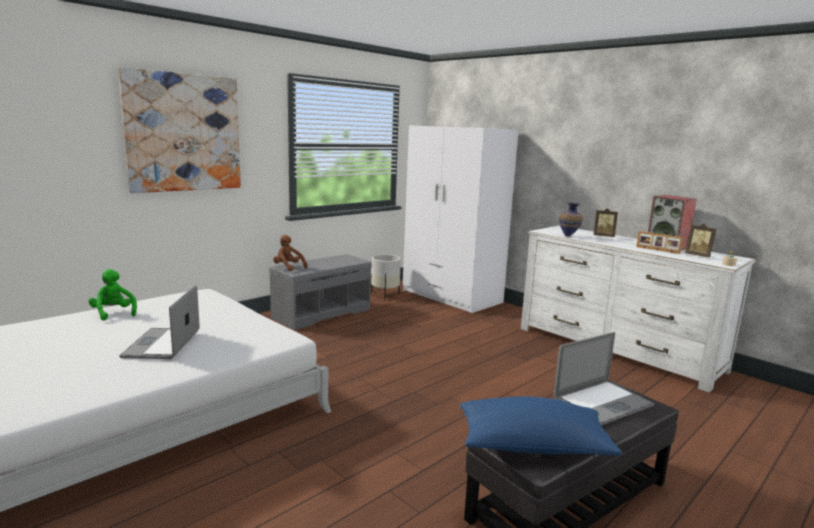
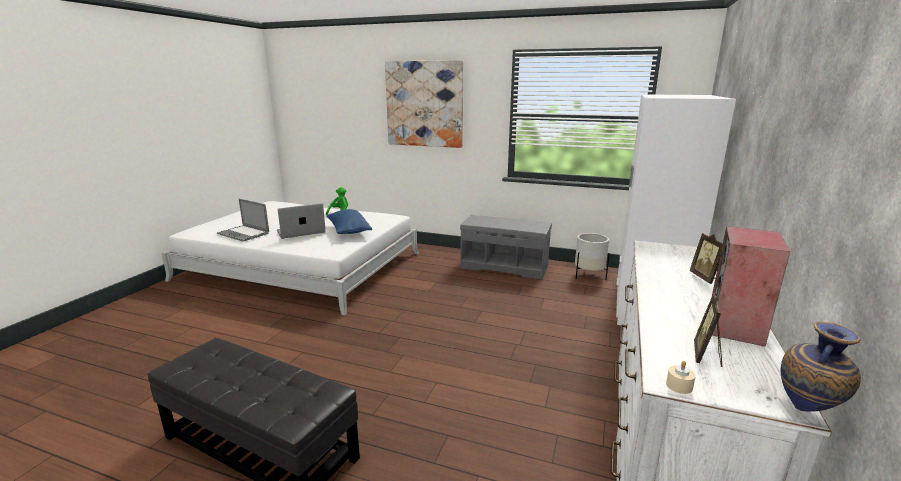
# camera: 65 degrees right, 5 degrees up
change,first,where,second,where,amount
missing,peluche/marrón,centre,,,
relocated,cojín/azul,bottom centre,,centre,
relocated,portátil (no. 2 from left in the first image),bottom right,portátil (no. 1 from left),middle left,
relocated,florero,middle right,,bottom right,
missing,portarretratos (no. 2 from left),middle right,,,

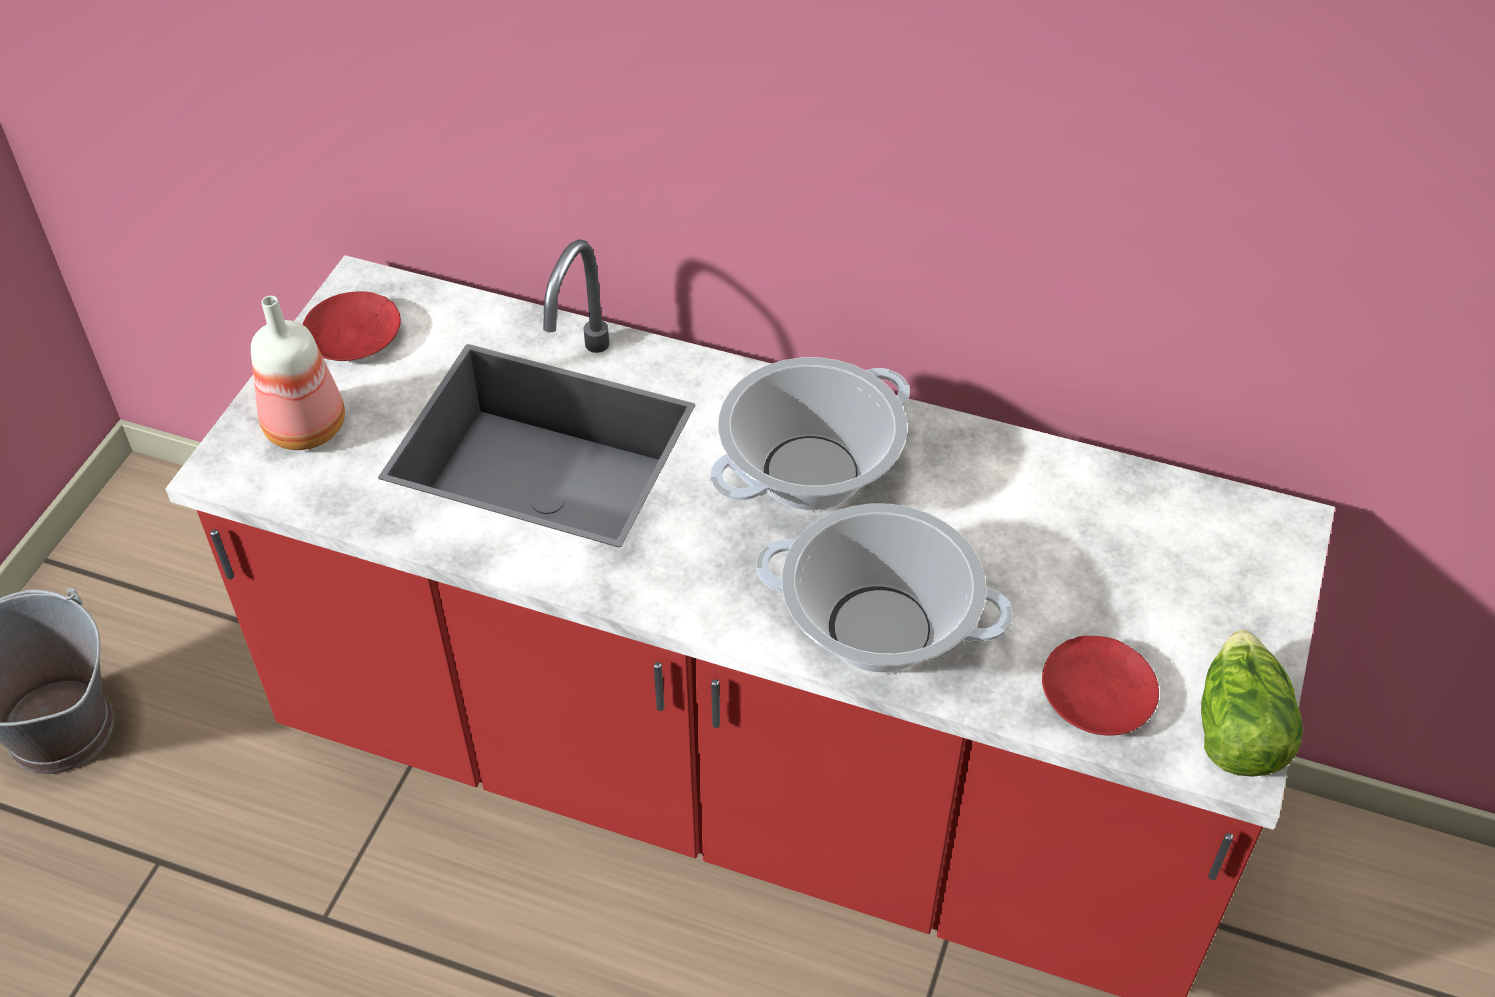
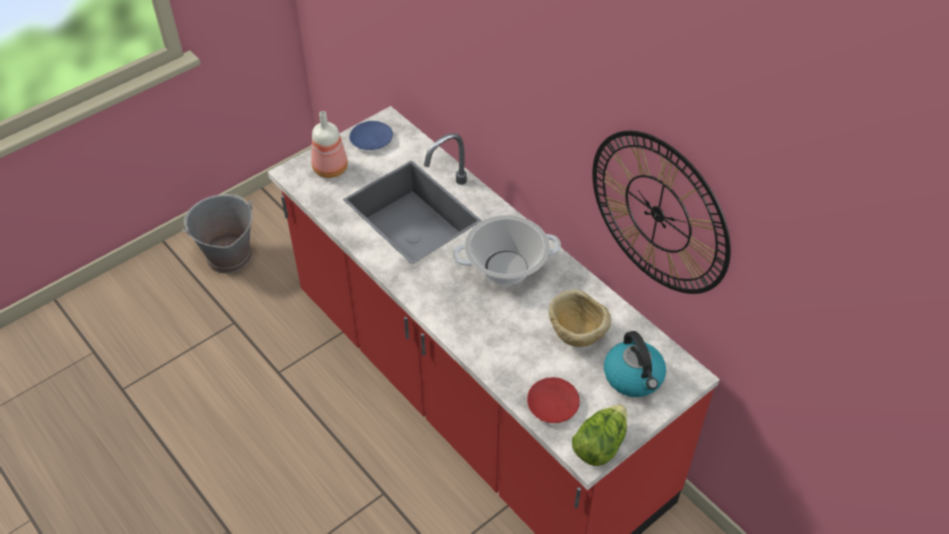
# camera: 30 degrees right, 0 degrees up
change,first,where,second,where,amount
colour,plato/rojo (no. 1 from left),top left,plato/azul,top centre,
missing,olla (no. 2 from left),centre,,,
appeared,,,cuenco/beis,centre,
appeared,,,reloj de pared,middle right,
appeared,,,hervidor,bottom right,

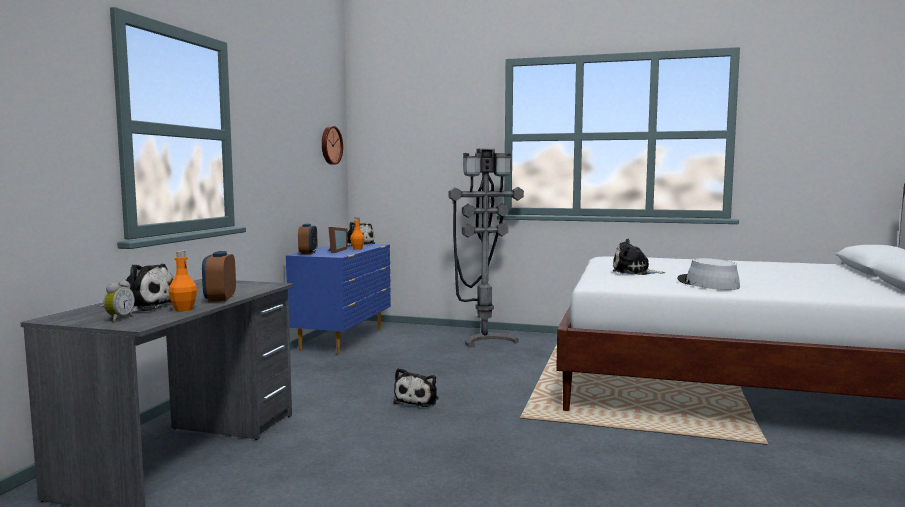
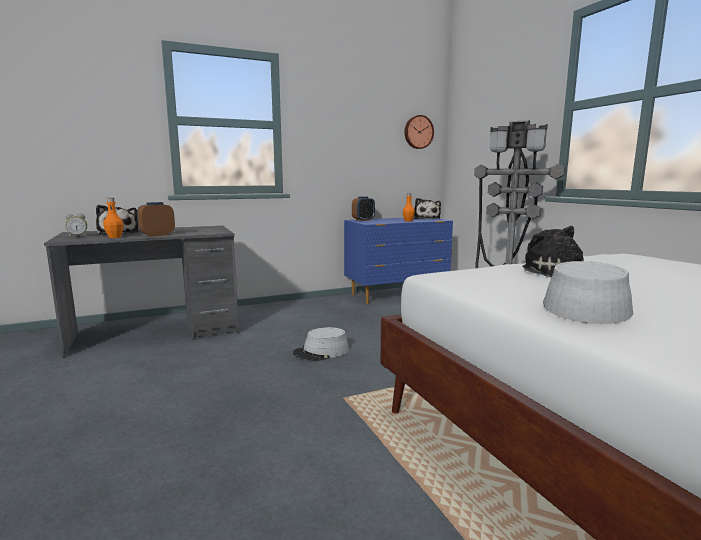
# camera: 50 degrees right, 5 degrees up
change,first,where,second,where,amount
missing,portarretratos,centre,,,
exchanged,peluche (no. 3 from left),bottom centre,sombrero/gris (no. 1 from left),centre,

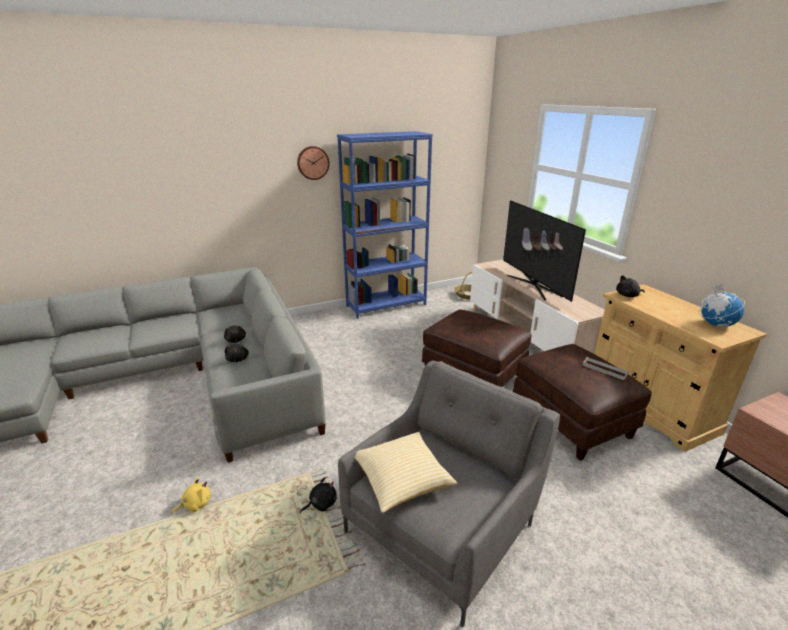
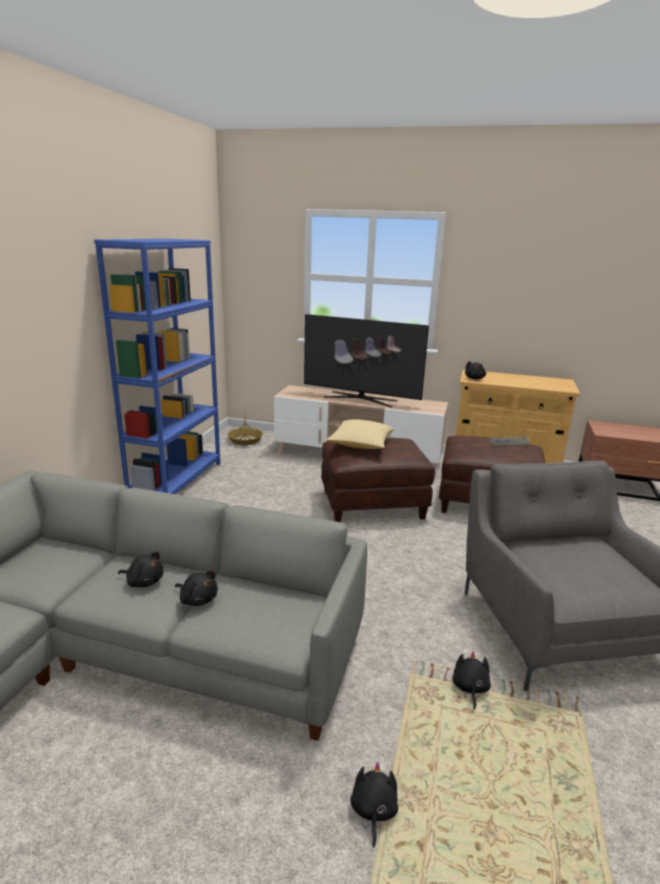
# camera: 50 degrees left, 5 degrees down
change,first,where,second,where,amount
colour,peluche/amarillo,bottom left,peluche/negro (no. 3 from left),bottom centre,
missing,reloj de pared,top centre,,,
relocated,cojín,bottom centre,,centre,
missing,globo terráqueo,middle right,,,

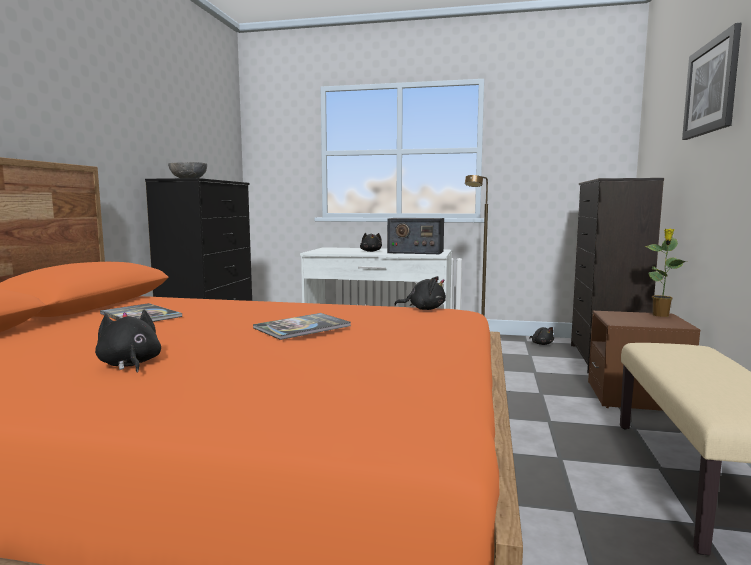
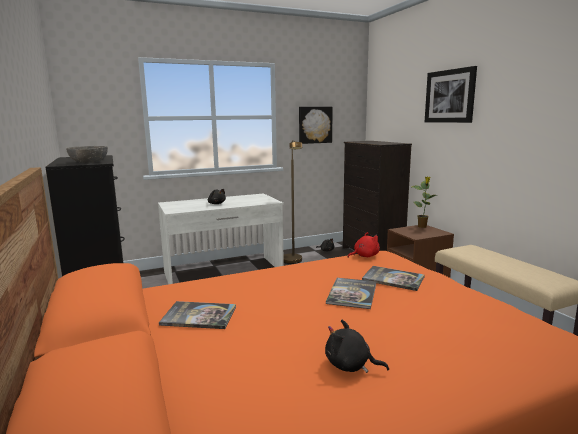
# camera: 35 degrees left, 5 degrees up
change,first,where,second,where,amount
missing,radio,centre,,,
colour,peluche/negro (no. 3 from left),centre,peluche/rojo,centre,
appeared,,,cuadro (no. 1 from left),top centre,
appeared,,,libro (no. 3 from left),middle right,

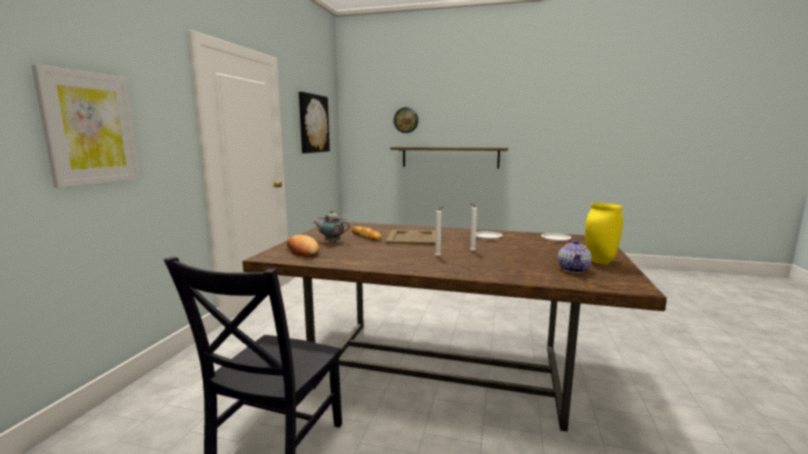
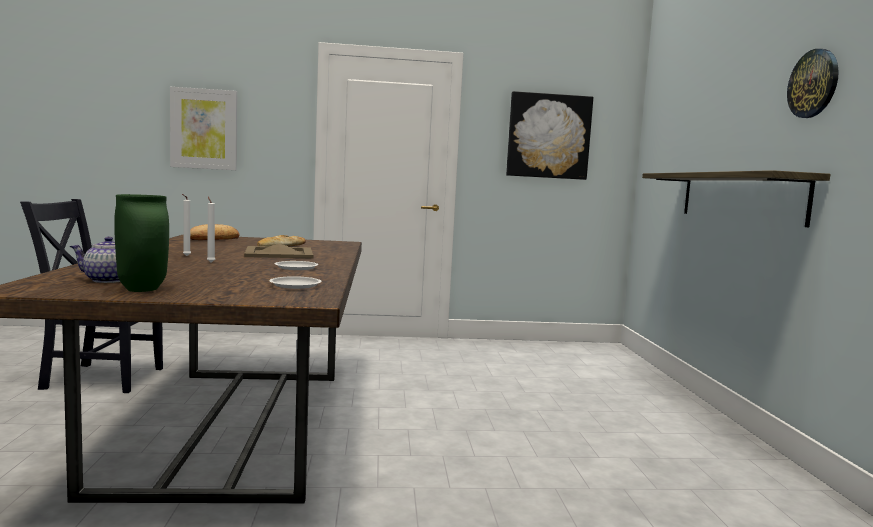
# camera: 70 degrees right, 5 degrees down
change,first,where,second,where,amount
missing,tetera (no. 1 from left),centre,,,
relocated,reloj de pared,top centre,,top right,
colour,florero/amarillo,middle right,florero/verde,middle left,

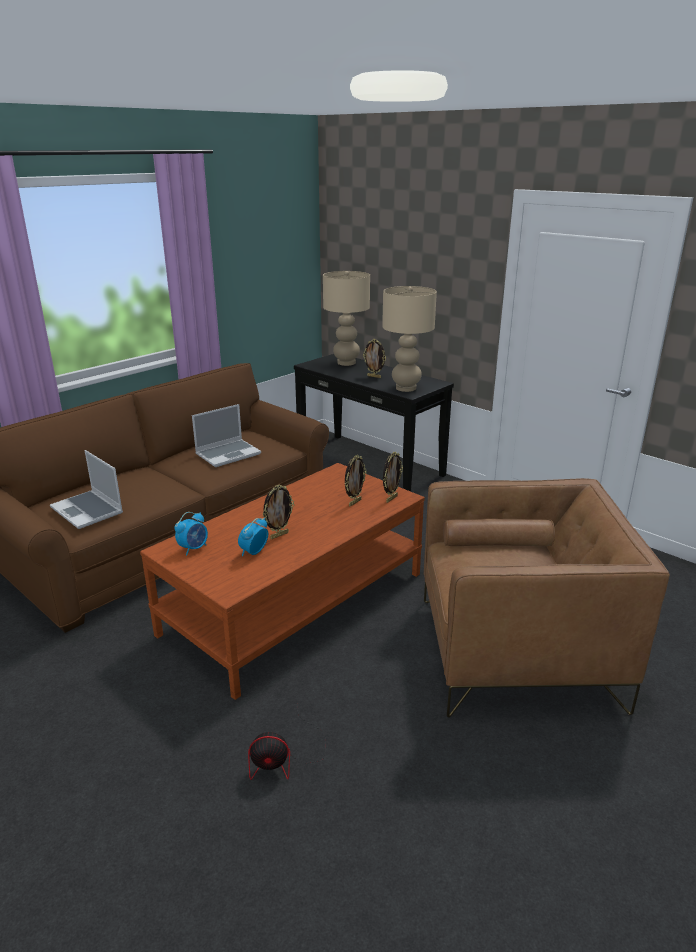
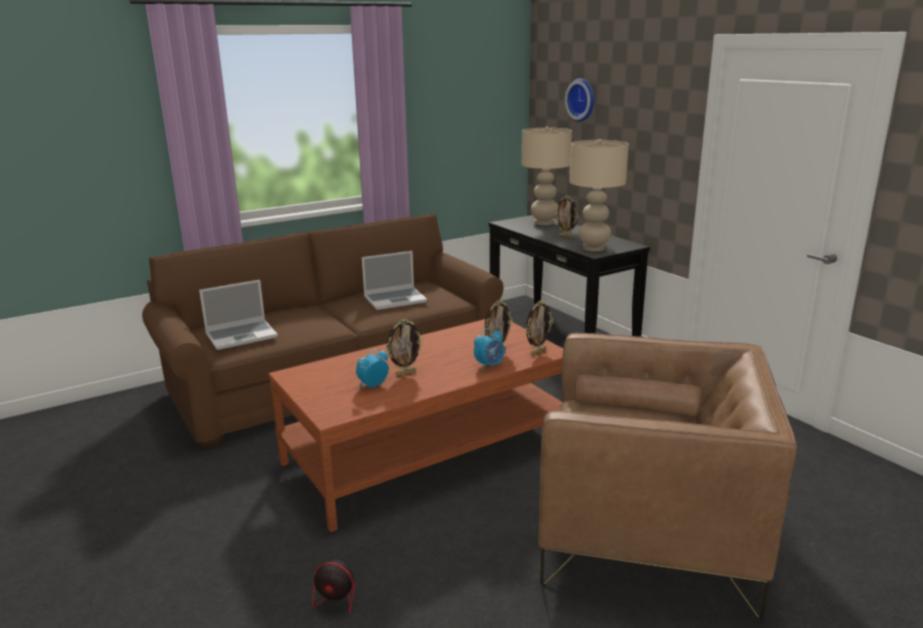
# camera: 15 degrees right, 5 degrees down
change,first,where,second,where,amount
spun,portátil (no. 1 from left),middle left,,middle left,90 degrees counterclockwise
relocated,despertador (no. 1 from left in the first image),middle left,despertador (no. 2 from left),centre,
appeared,,,reloj de pared,top centre,

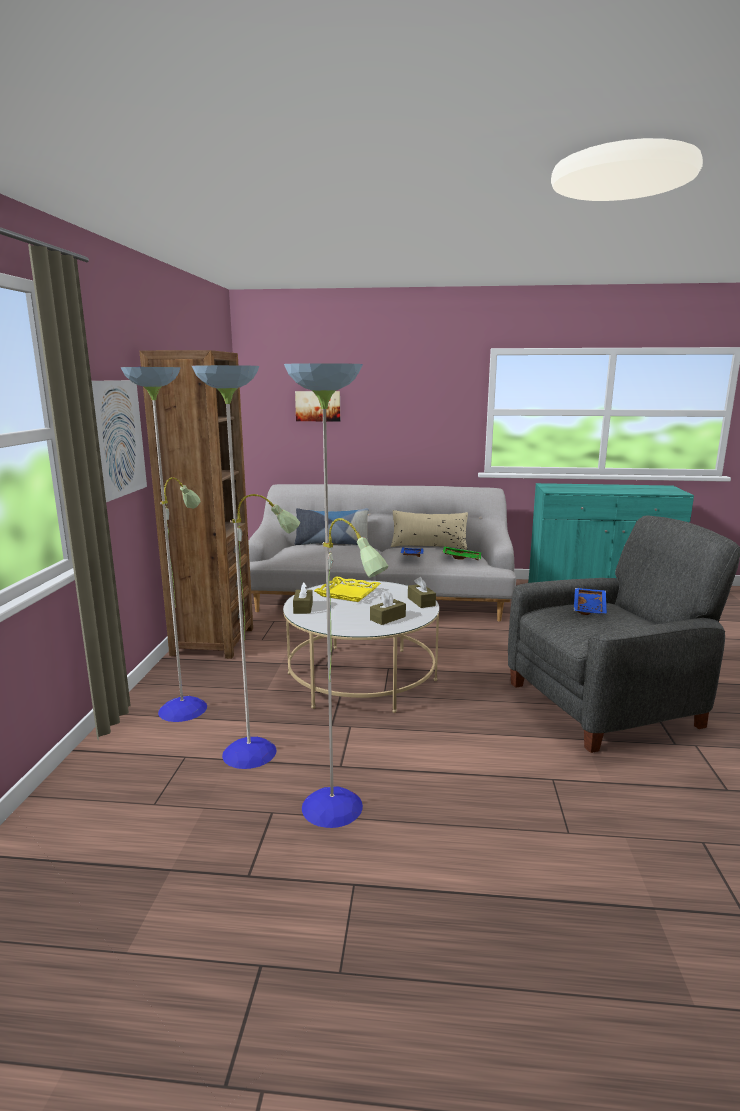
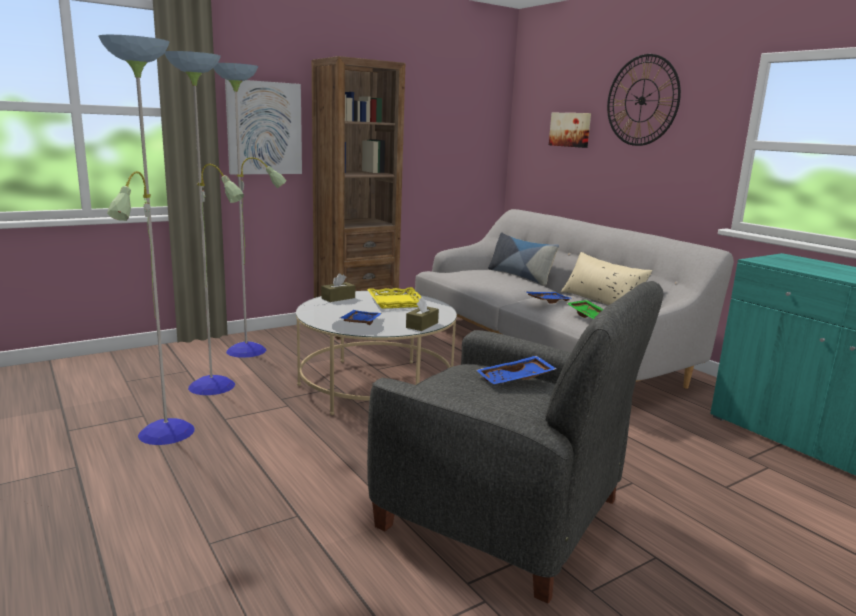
# camera: 50 degrees right, 0 degrees up
change,first,where,second,where,amount
exchanged,caja de pañuelos/marrón (no. 2 from left),centre,bandeja/azul (no. 1 from left),centre,
appeared,,,reloj de pared,top right,

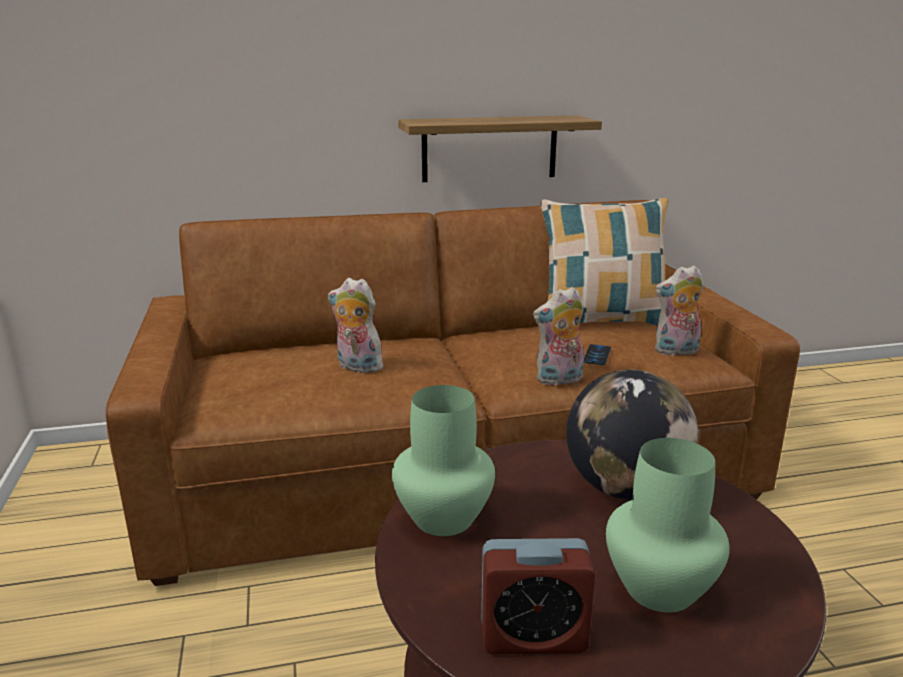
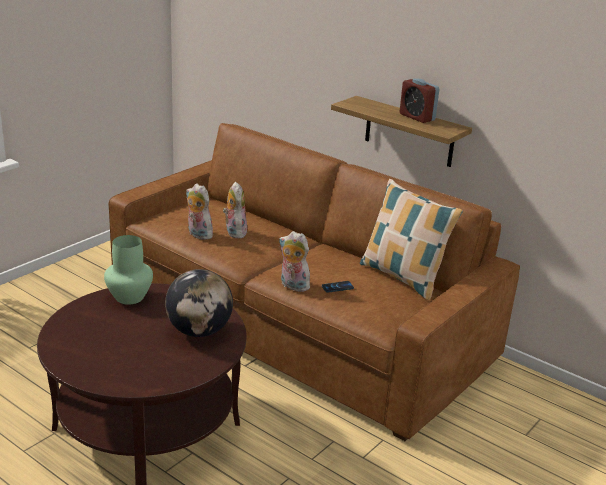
# camera: 50 degrees right, 5 degrees up
change,first,where,second,where,amount
relocated,despertador,bottom centre,,top right,
missing,florero/verde (no. 2 from left),bottom right,,,
relocated,peluche (no. 3 from left in the first image),middle right,peluche (no. 1 from left),middle left,

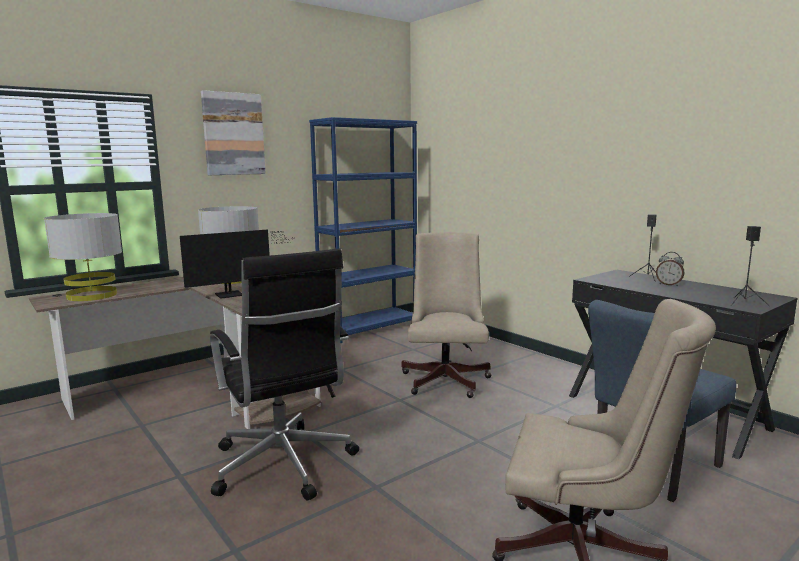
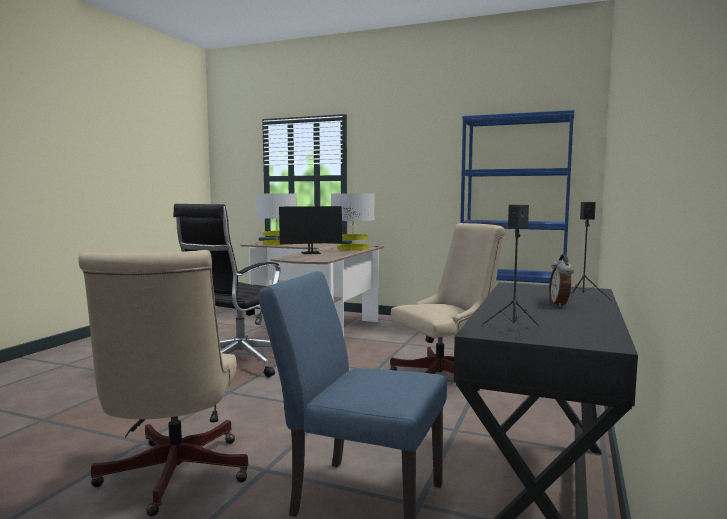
# camera: 60 degrees right, 5 degrees down
change,first,where,second,where,amount
spun,monitor,middle left,,centre,45 degrees counterclockwise
missing,cuadro,top left,,,

